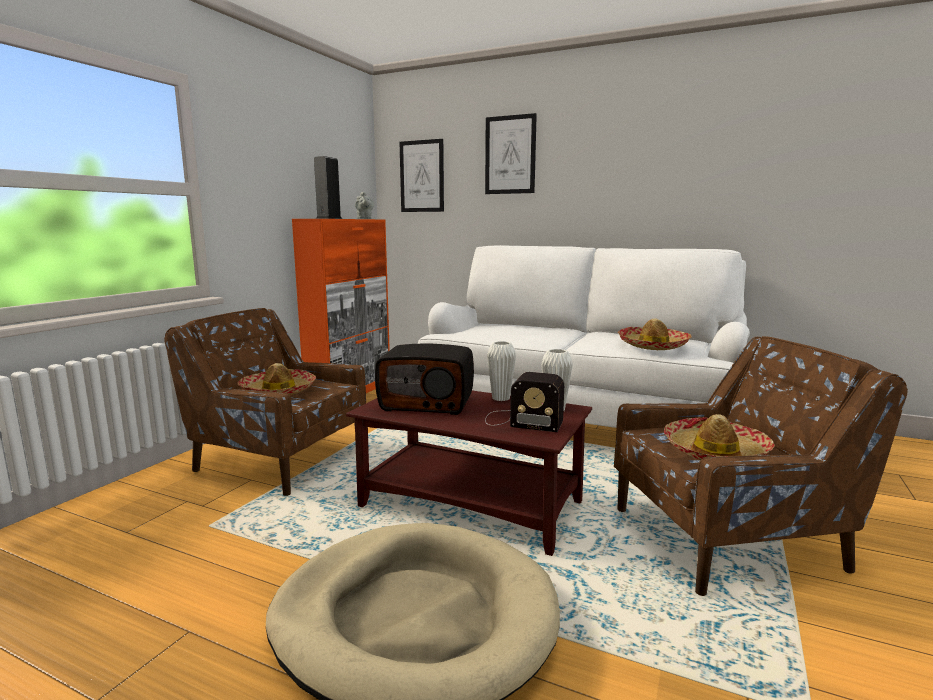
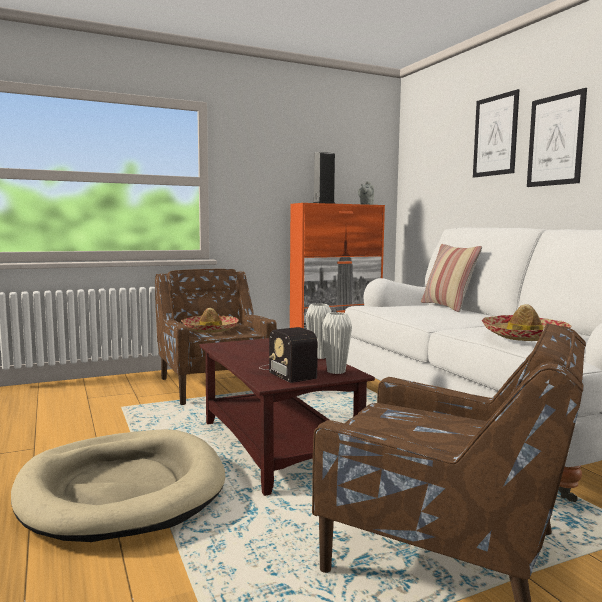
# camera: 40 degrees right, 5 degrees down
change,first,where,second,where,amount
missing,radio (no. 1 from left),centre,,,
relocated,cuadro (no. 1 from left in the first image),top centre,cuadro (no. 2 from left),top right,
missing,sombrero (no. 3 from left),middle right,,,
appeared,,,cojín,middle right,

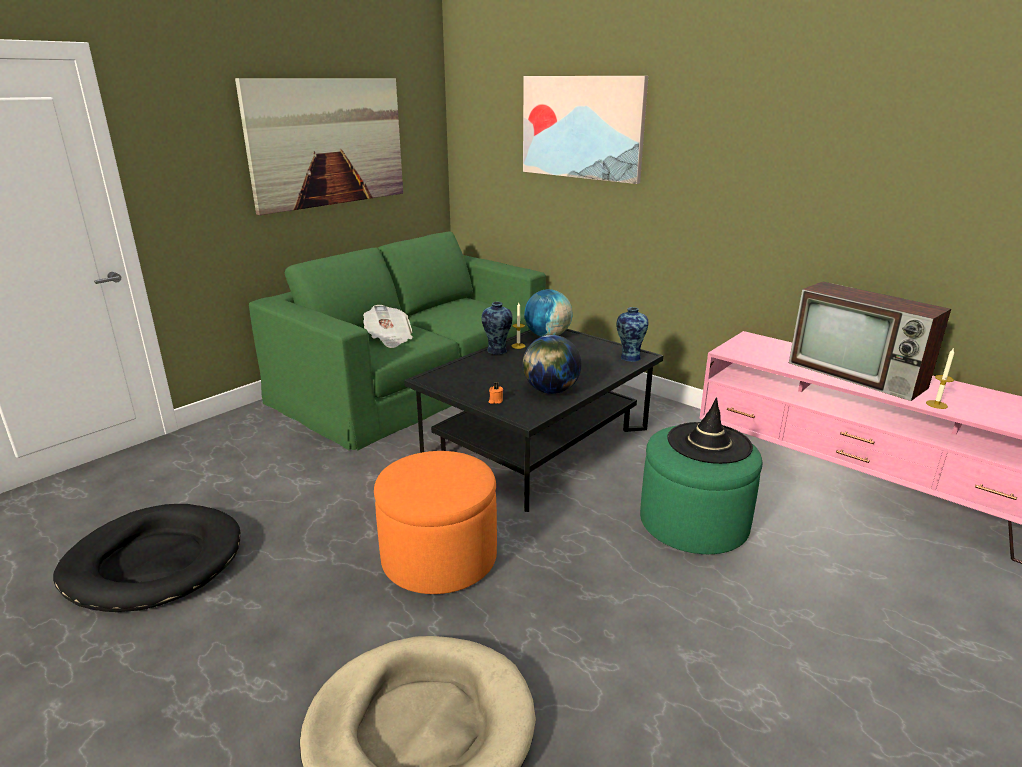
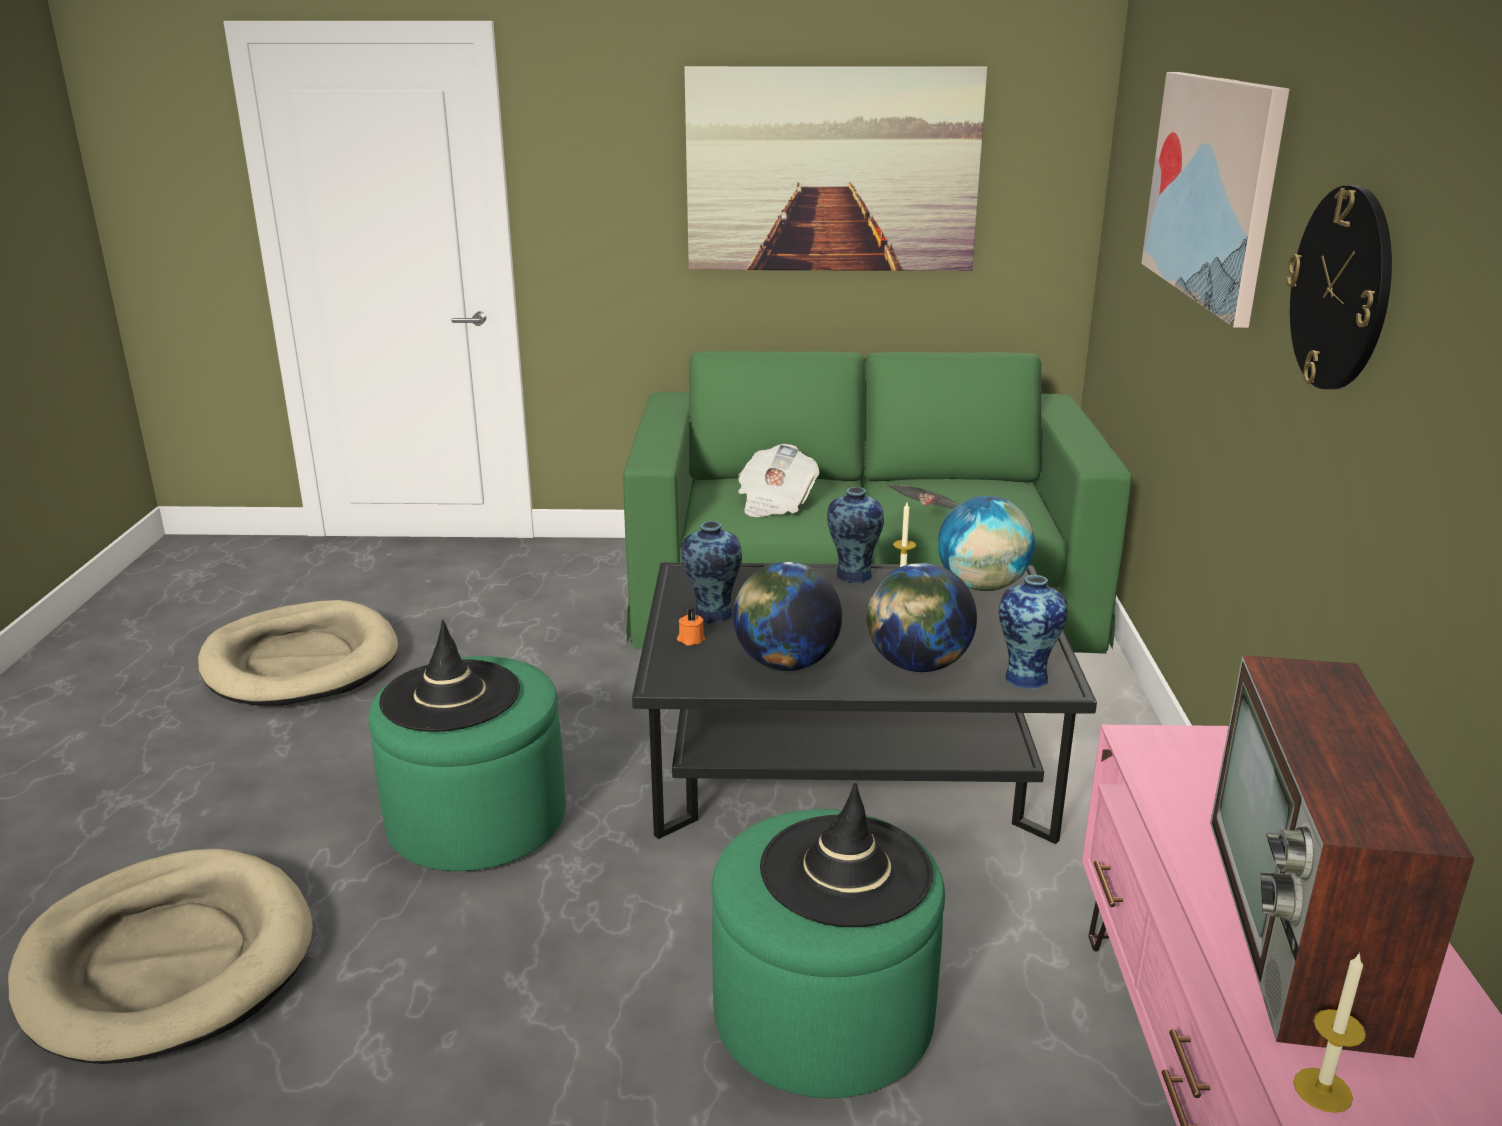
# camera: 50 degrees right, 0 degrees up
change,first,where,second,where,amount
colour,cama para perro/negro,bottom left,cama para perro/beis (no. 2 from left),middle left,
colour,puf/naranja,bottom centre,puf/verde (no. 1 from left),bottom left,
appeared,,,sombrero/negro (no. 1 from left),middle left,
appeared,,,florero (no. 1 from left),centre,
appeared,,,globo terráqueo (no. 2 from left),centre,
appeared,,,periódico (no. 2 from left),centre,
appeared,,,reloj de pared,top right,

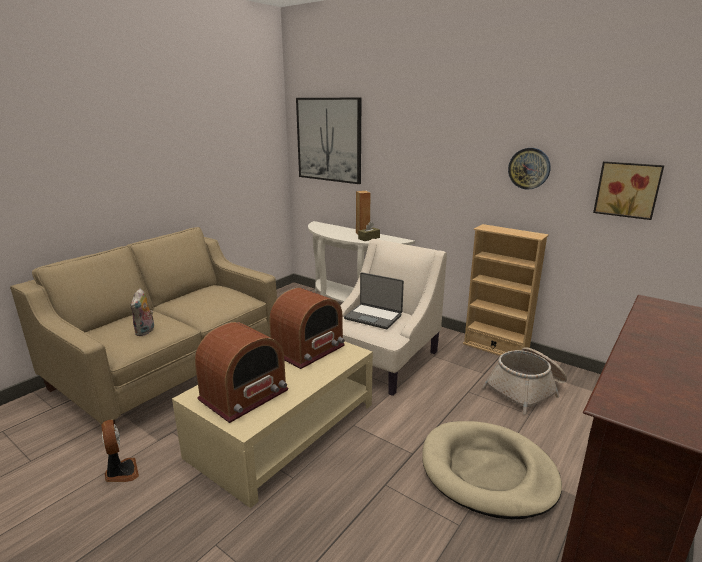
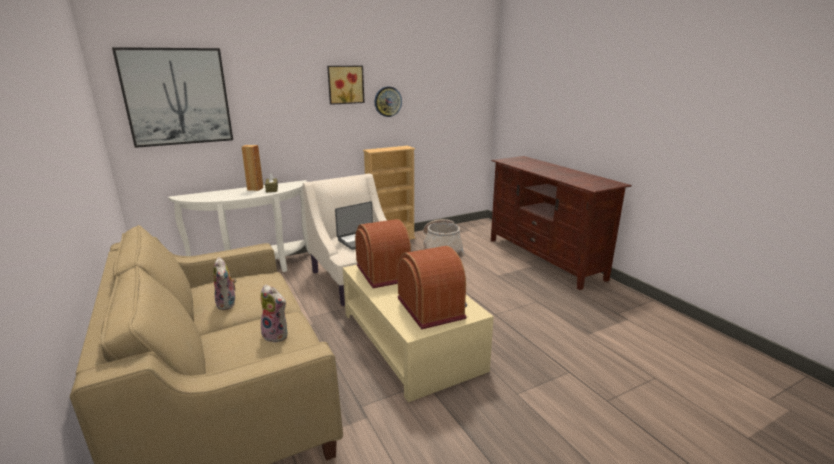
# camera: 65 degrees left, 0 degrees up
change,first,where,second,where,amount
missing,ventilador,bottom left,,,
missing,cama para perro/beis,bottom right,,,
relocated,cuadro (no. 2 from left),middle right,,top centre,
appeared,,,peluche (no. 1 from left),middle left,

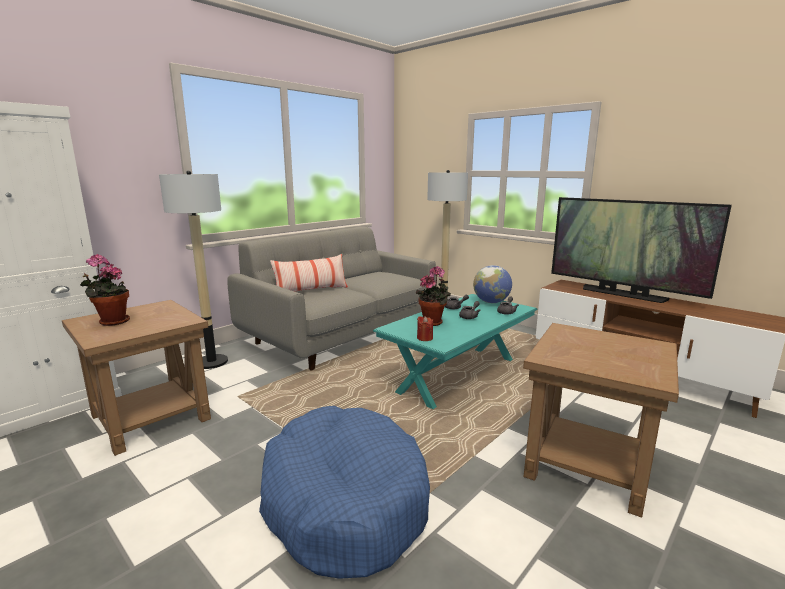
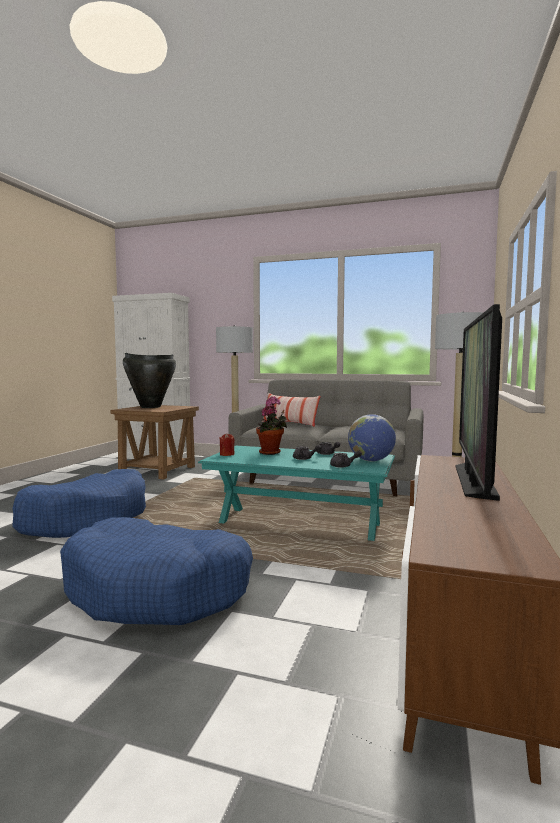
# camera: 65 degrees right, 10 degrees down
change,first,where,second,where,amount
exchanged,planta en maceta (no. 1 from left),middle left,florero/negro,middle left,
exchanged,mesa auxiliar/marrón (no. 2 from left),bottom right,cama para perro/azul (no. 2 from left),bottom left,

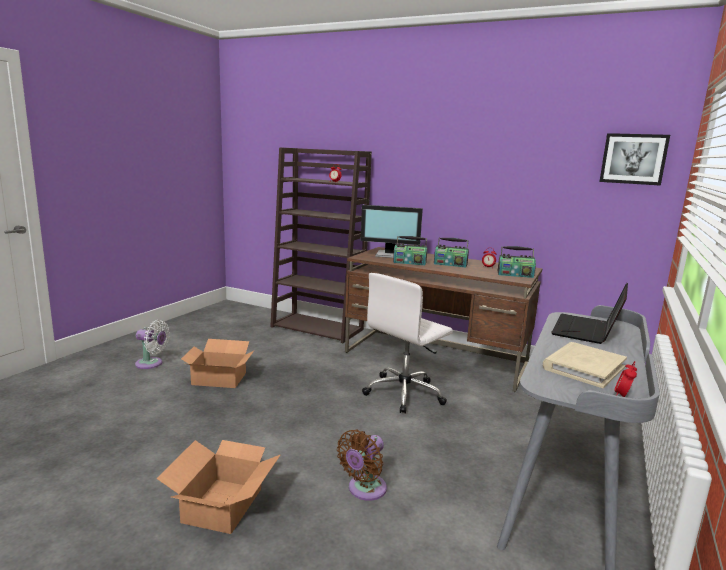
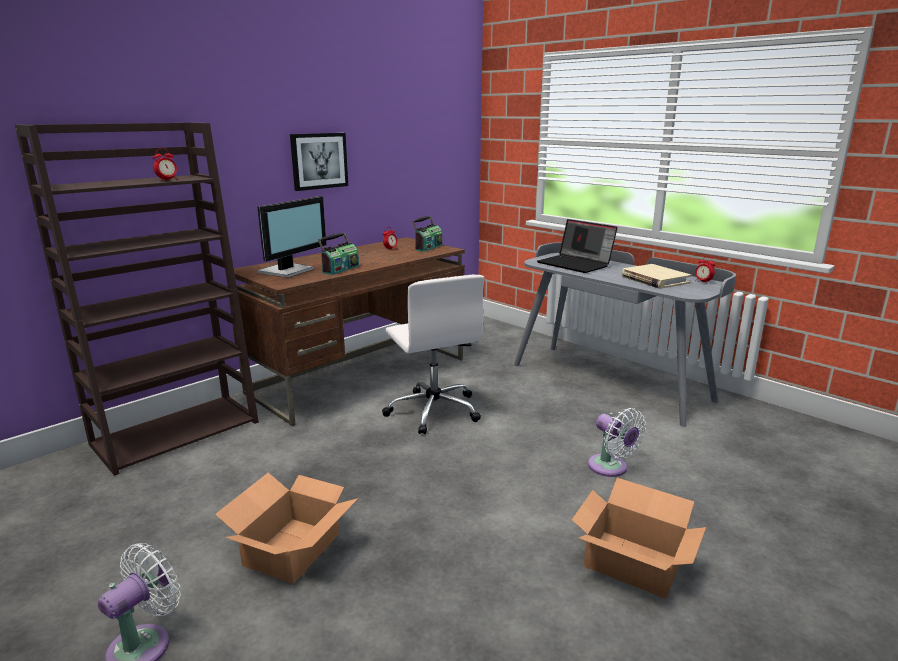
# camera: 70 degrees left, 5 degrees up
change,first,where,second,where,amount
colour,ventilador/marrón,bottom centre,ventilador/blanco (no. 2 from left),bottom right,
missing,radio (no. 2 from left),centre,,,
relocated,cuadro,top right,,top centre,

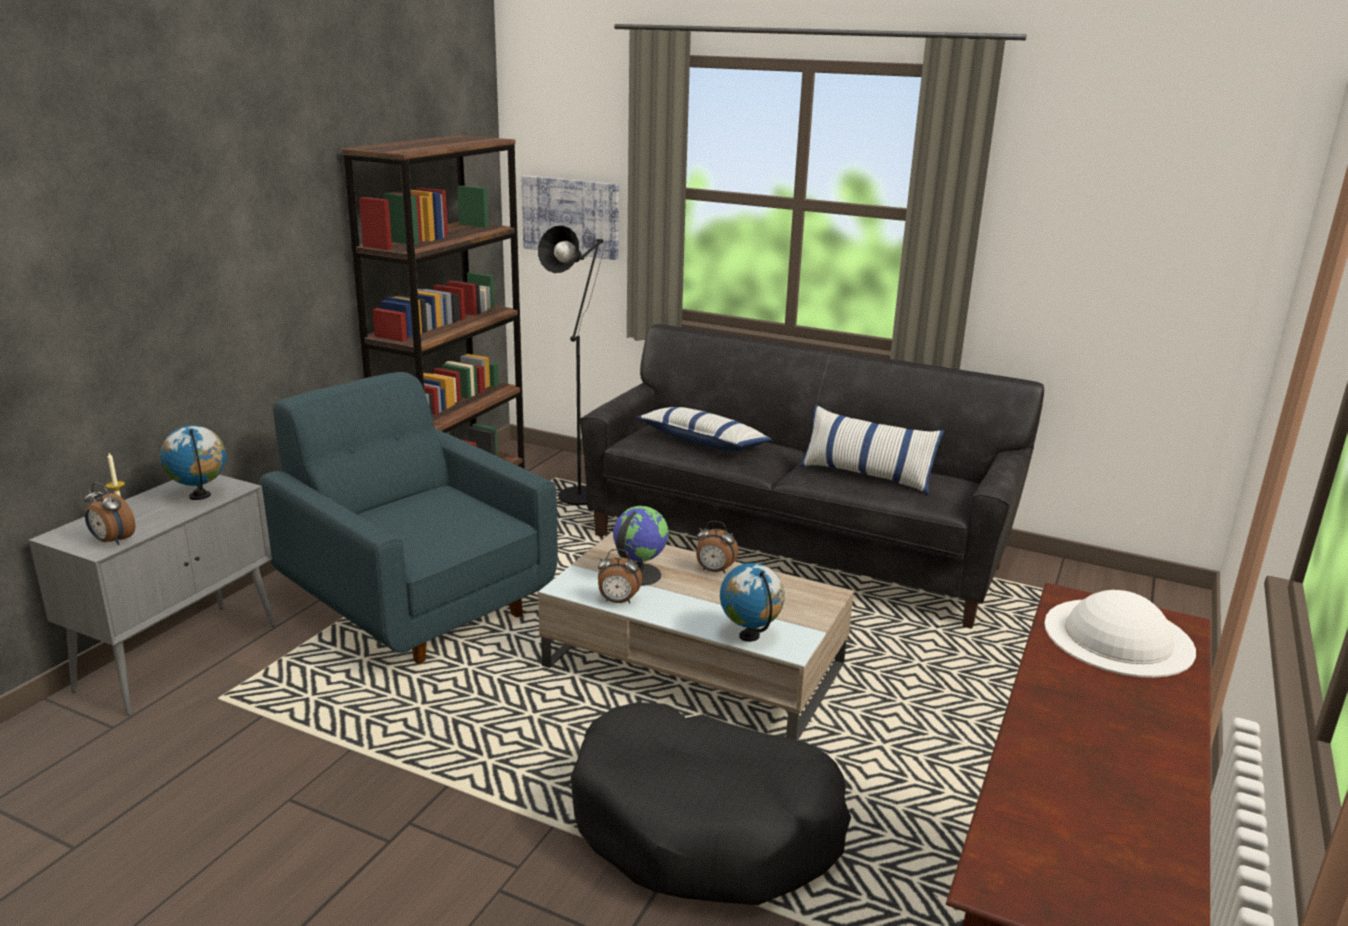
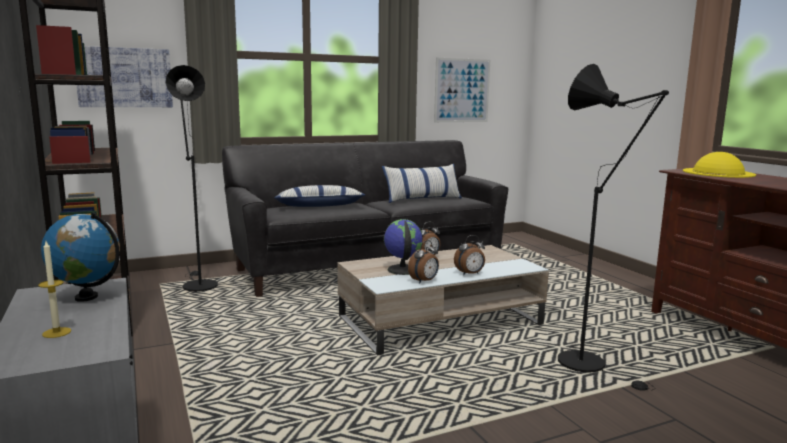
# camera: 50 degrees left, 10 degrees down
change,first,where,second,where,amount
relocated,despertador (no. 1 from left in the first image),middle left,despertador (no. 3 from left),centre,
missing,sillón/azul,middle left,,,
exchanged,cama para perro/negro,bottom centre,lámpara de pie/negro (no. 2 from left),middle right,
missing,globo terráqueo (no. 3 from left),centre,,,
colour,sombrero/blanco,bottom right,sombrero/amarillo,middle right,
appeared,,,cuadro (no. 2 from left),top centre,

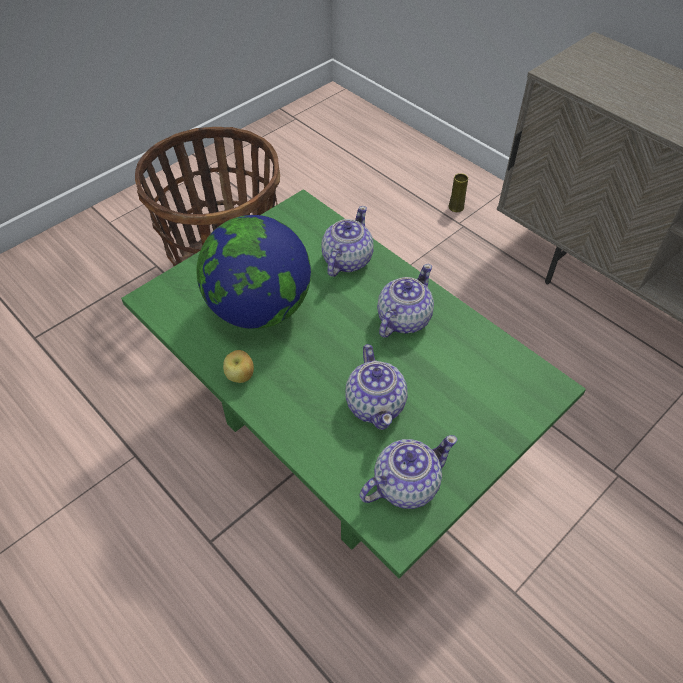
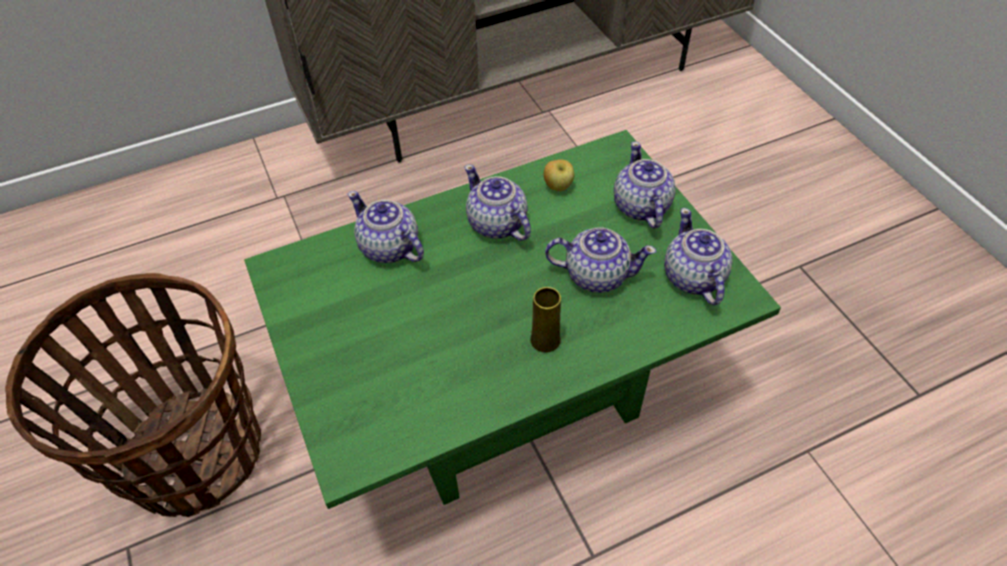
# camera: 70 degrees left, 0 degrees up
change,first,where,second,where,amount
missing,globo terráqueo,centre,,,
relocated,manzana,centre,,top centre,
relocated,florero/amarillo,top right,,centre,
appeared,,,tetera (no. 4 from left),top centre,

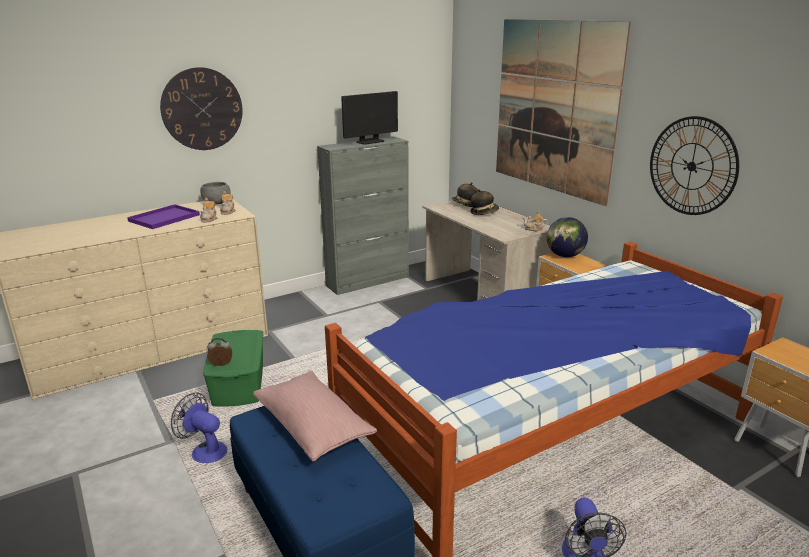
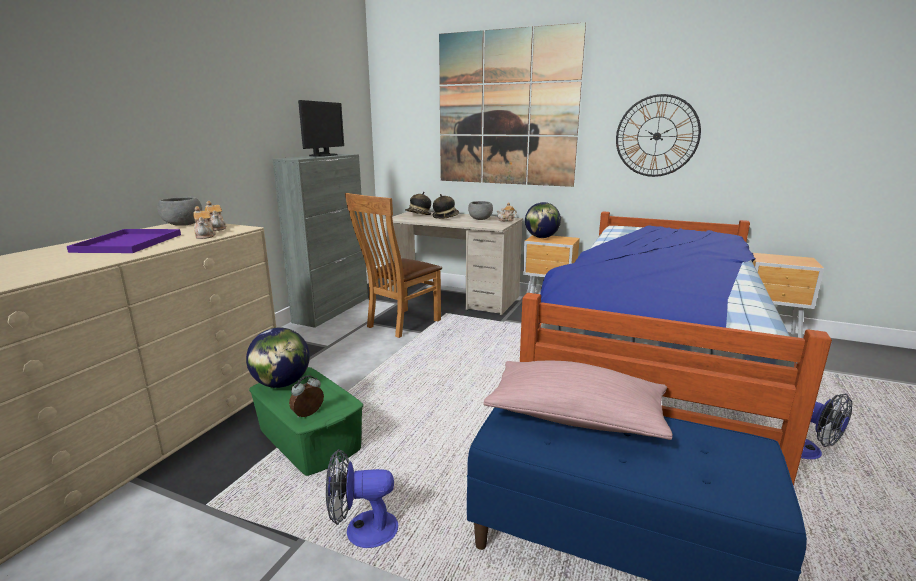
# camera: 35 degrees left, 5 degrees down
change,first,where,second,where,amount
missing,reloj de pared (no. 1 from left),top left,,,
appeared,,,globo terráqueo (no. 1 from left),middle left,
appeared,,,silla/marrón,centre,
appeared,,,cuenco/gris (no. 2 from left),centre,

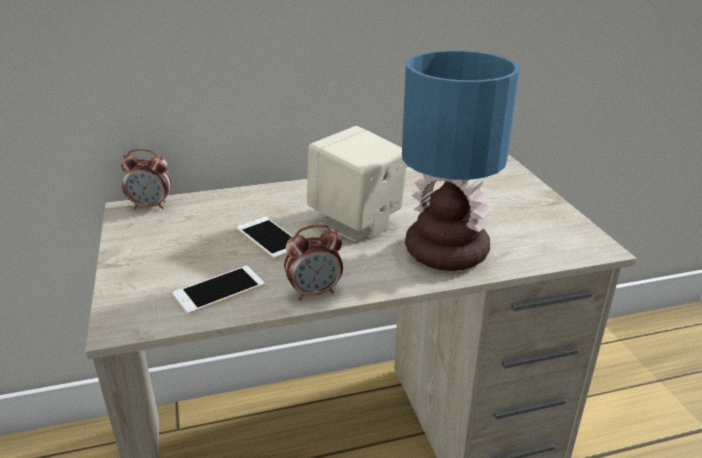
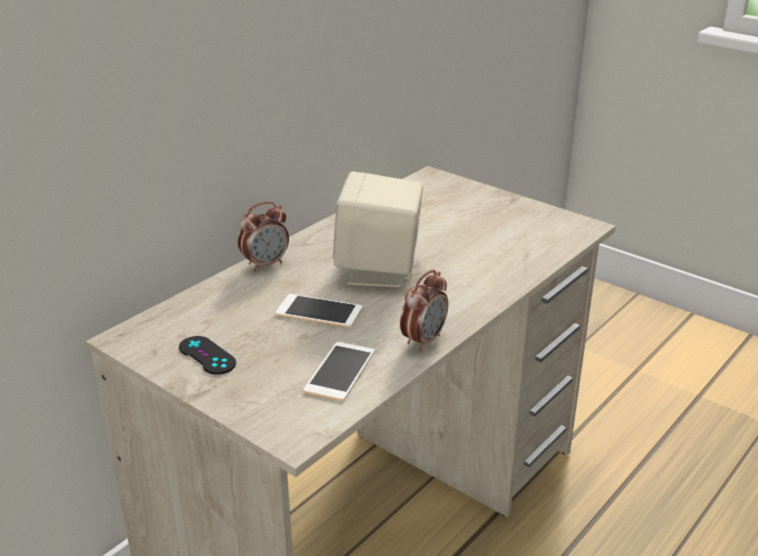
# camera: 35 degrees left, 0 degrees up
change,first,where,second,where,amount
relocated,despertador (no. 1 from left),middle left,,centre,
missing,lámpara de mesa,centre,,,
appeared,,,mando de consola/negro,middle left,

